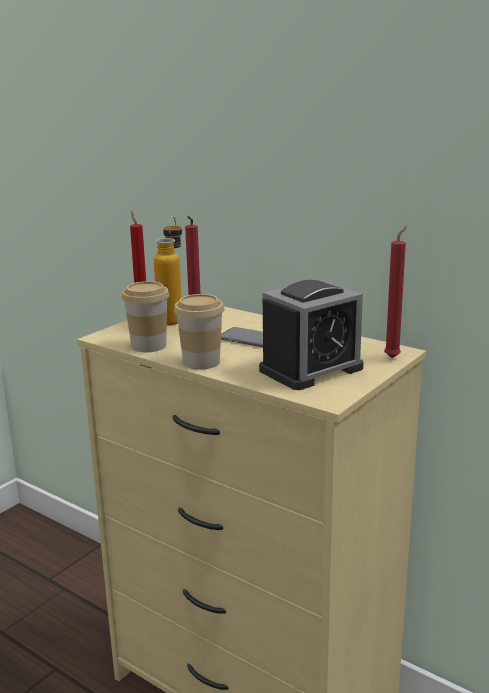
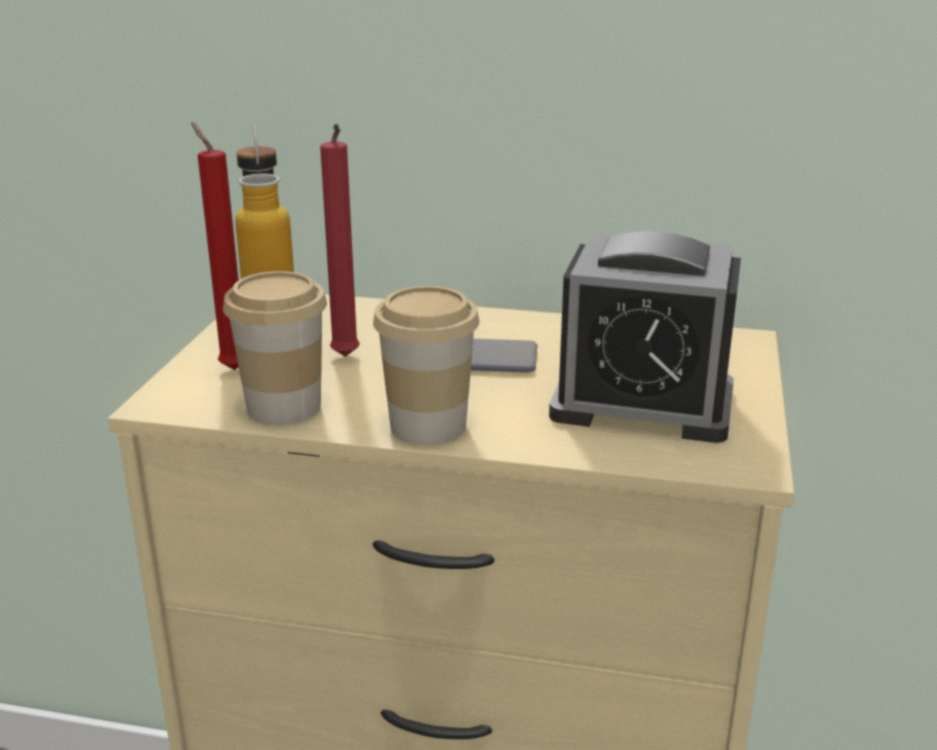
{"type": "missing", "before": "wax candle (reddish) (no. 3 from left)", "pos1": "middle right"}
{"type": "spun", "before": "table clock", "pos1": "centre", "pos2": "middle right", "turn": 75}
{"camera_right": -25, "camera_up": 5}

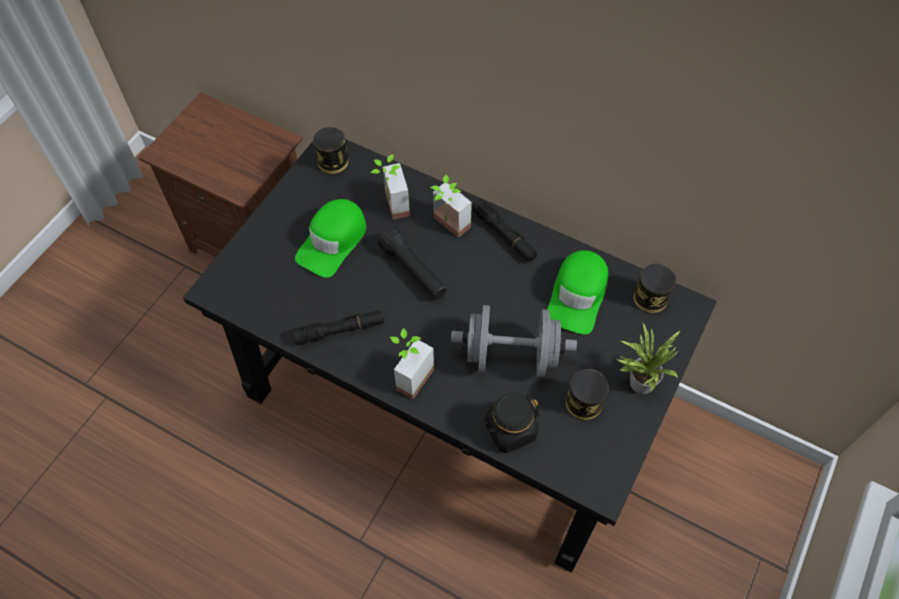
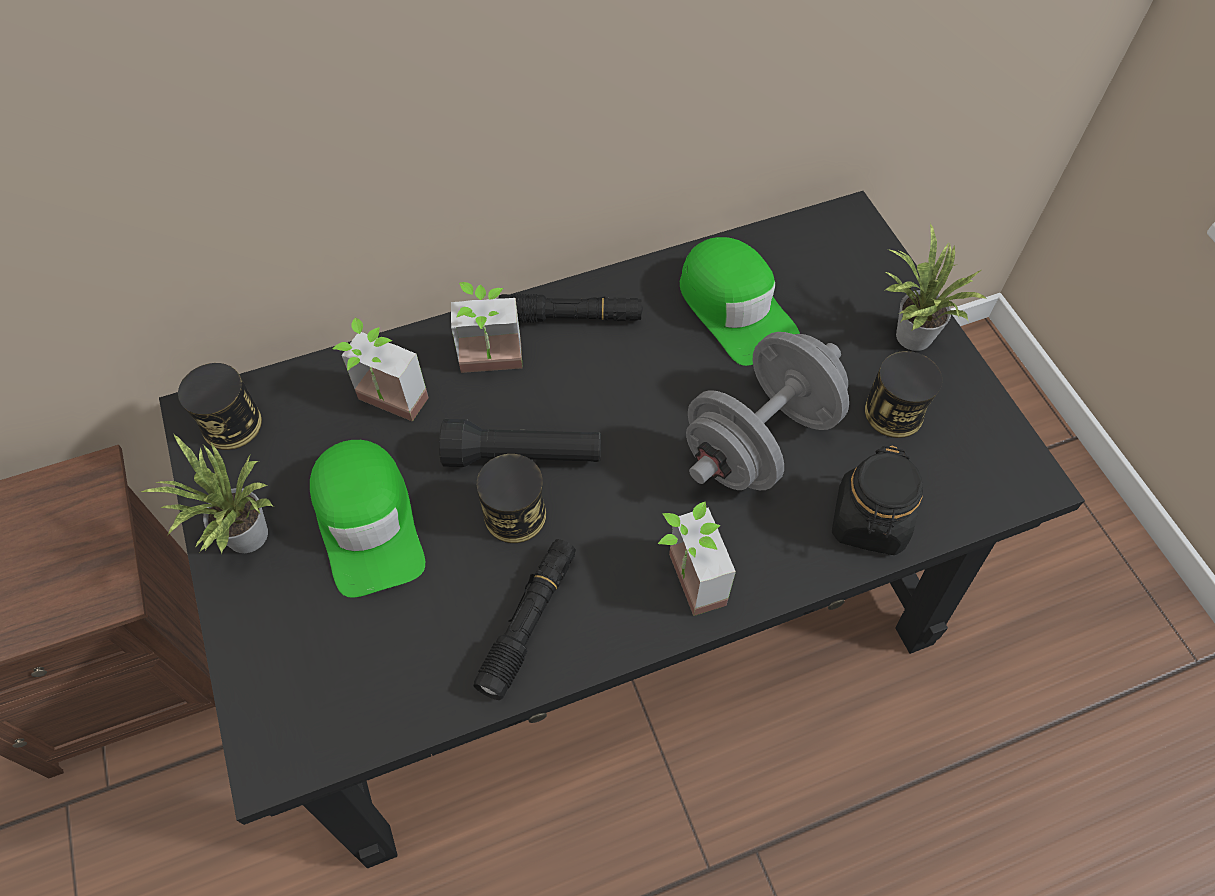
{"type": "appeared", "after": "houseplant (no. 1 from left)", "pos2": "middle left"}
{"type": "relocated", "before": "metal can (no. 3 from left in the first image)", "after": "metal can (no. 2 from left)", "pos1": "middle right", "pos2": "centre"}
{"camera_right": -50, "camera_up": 0}

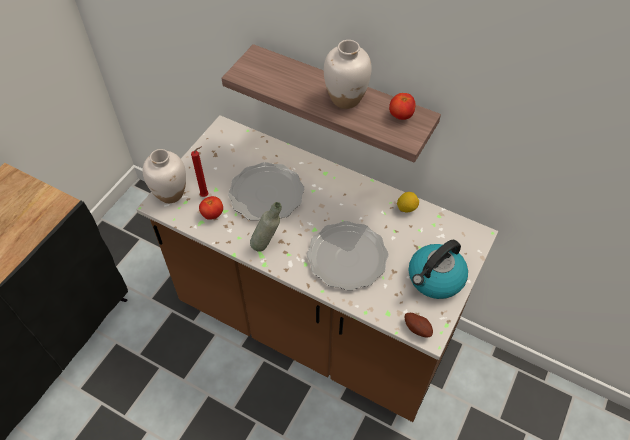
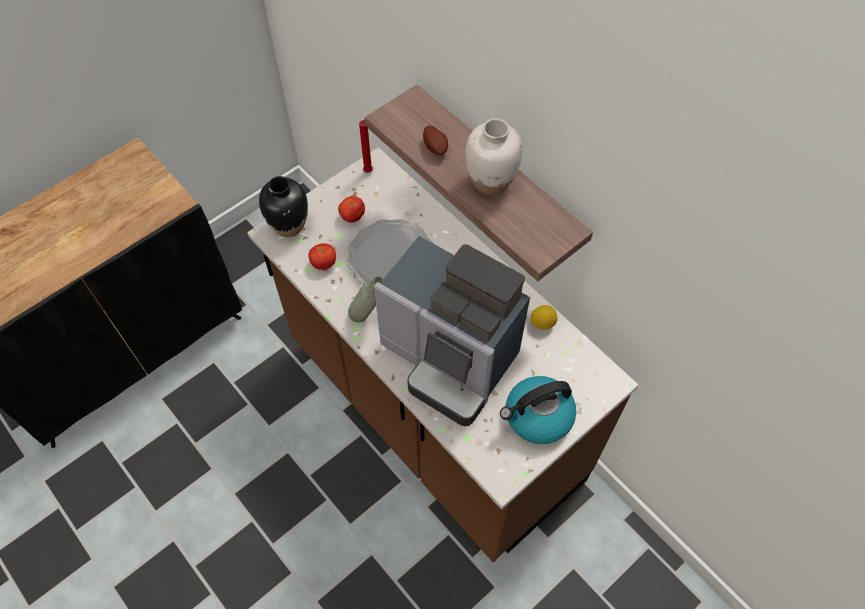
{"type": "relocated", "before": "wax candle (reddish)", "pos1": "middle left", "pos2": "top centre"}
{"type": "relocated", "before": "tomato (no. 2 from left)", "pos1": "top centre", "pos2": "centre"}
{"type": "relocated", "before": "potato", "pos1": "bottom centre", "pos2": "top centre"}
{"type": "exchanged", "before": "plate (no. 2 from left)", "after": "coffee brewer", "pos1": "centre", "pos2": "centre"}
{"type": "colour", "before": "decorative vase (white) (no. 1 from left)", "after": "decorative vase (black)", "pos1": "middle left", "pos2": "middle left"}
{"camera_right": 20, "camera_up": 5}

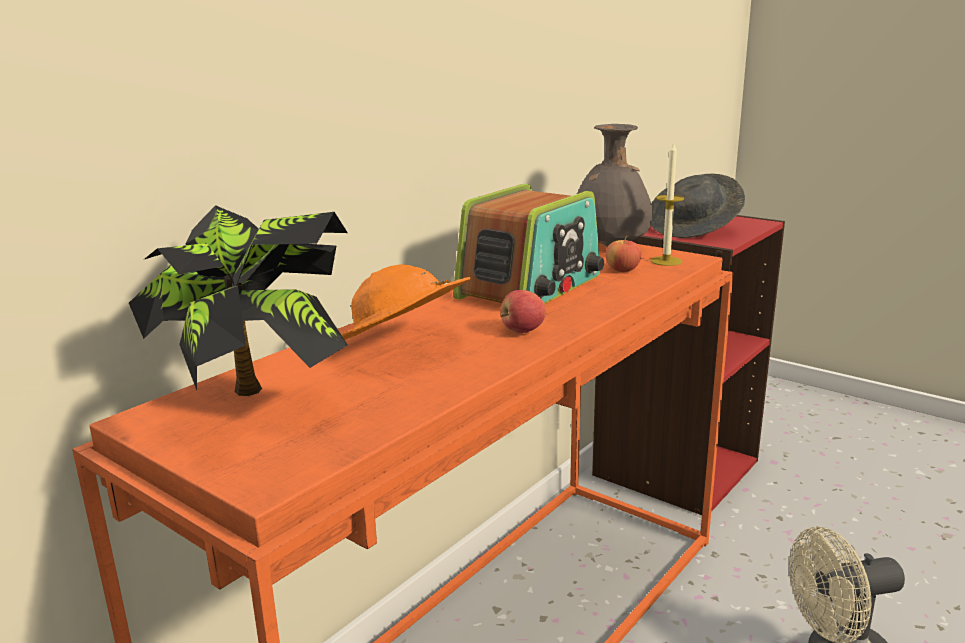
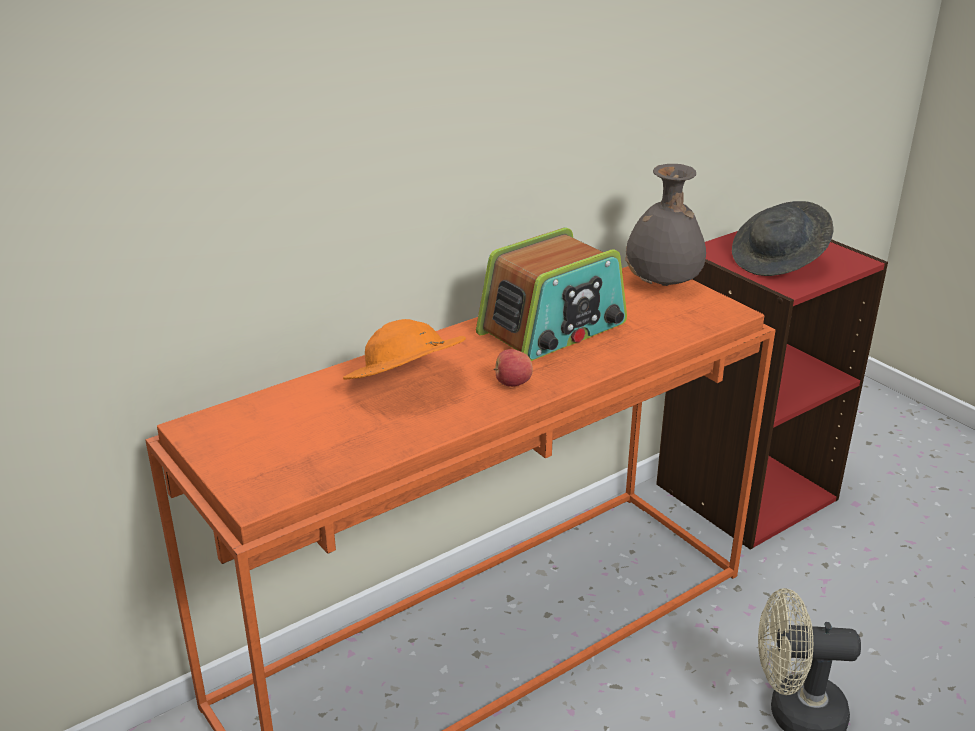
{"type": "missing", "before": "houseplant", "pos1": "middle left"}
{"type": "missing", "before": "apple fruit (no. 2 from left)", "pos1": "centre"}
{"type": "missing", "before": "wax candle", "pos1": "top right"}
{"camera_right": 15, "camera_up": 10}

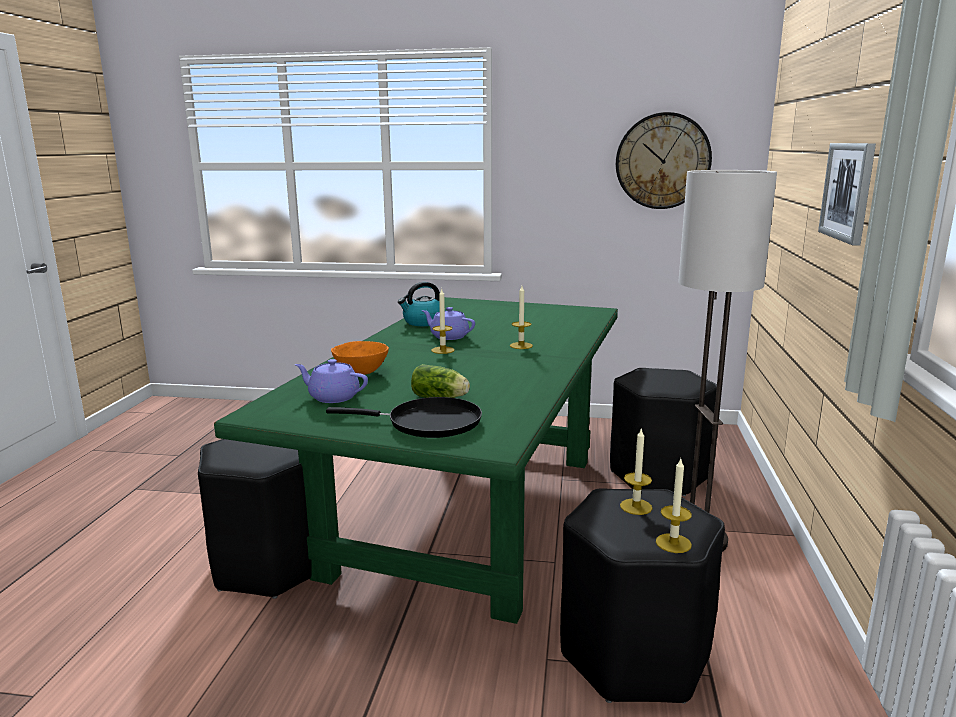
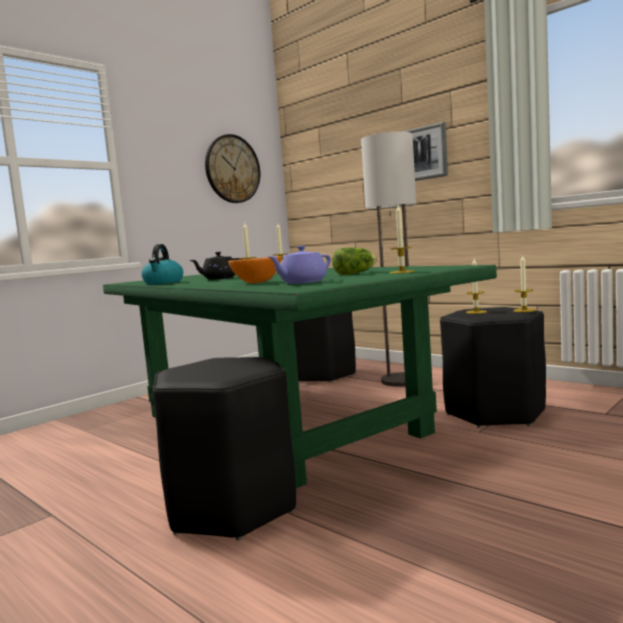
{"type": "exchanged", "before": "pan (black)", "after": "wax candle (no. 3 from left)", "pos1": "centre", "pos2": "centre"}
{"type": "colour", "before": "teapot (purplish) (no. 2 from left)", "after": "teapot (black)", "pos1": "centre", "pos2": "centre"}
{"camera_right": -55, "camera_up": -10}

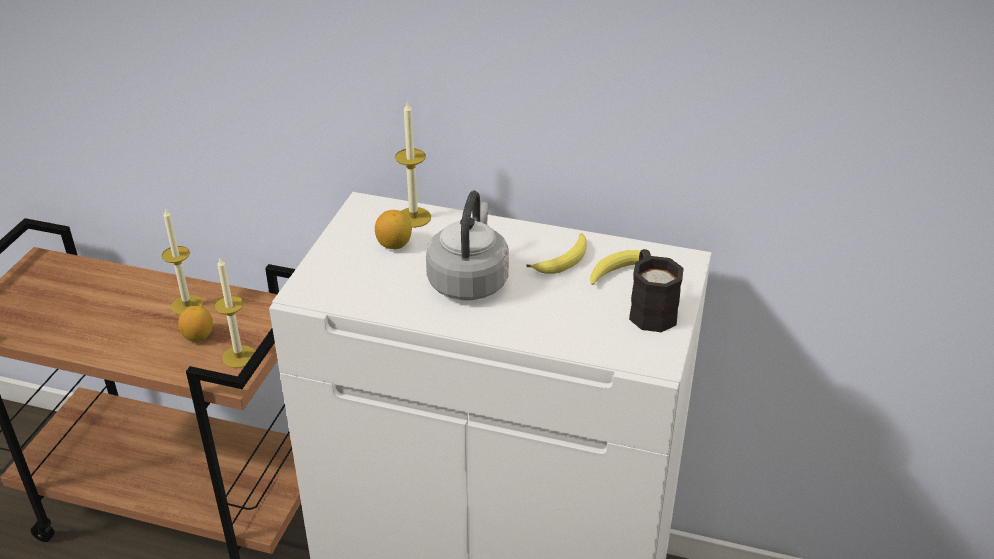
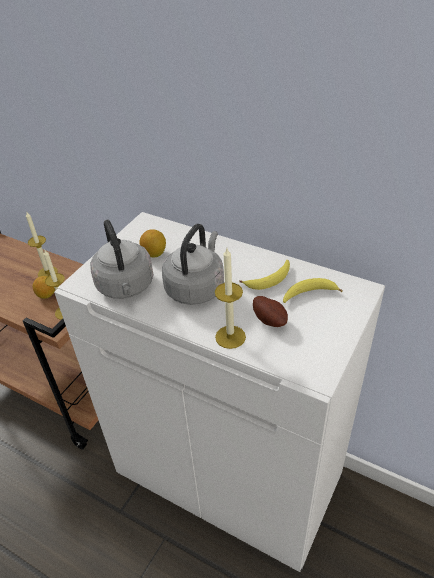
{"type": "missing", "before": "coffee mug (black)", "pos1": "centre"}
{"type": "appeared", "after": "tea kettle (grey) (no. 1 from left)", "pos2": "middle left"}
{"type": "appeared", "after": "potato", "pos2": "centre"}
{"type": "relocated", "before": "wax candle (no. 3 from left)", "pos1": "top centre", "pos2": "centre"}
{"camera_right": 15, "camera_up": 5}

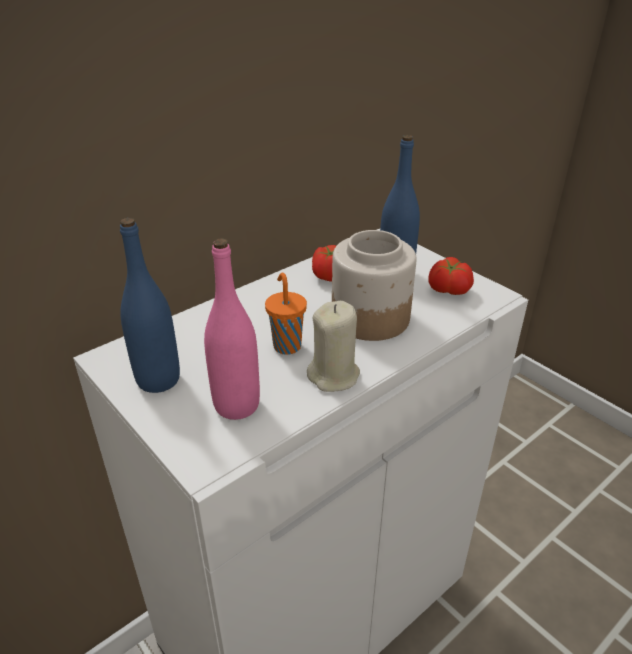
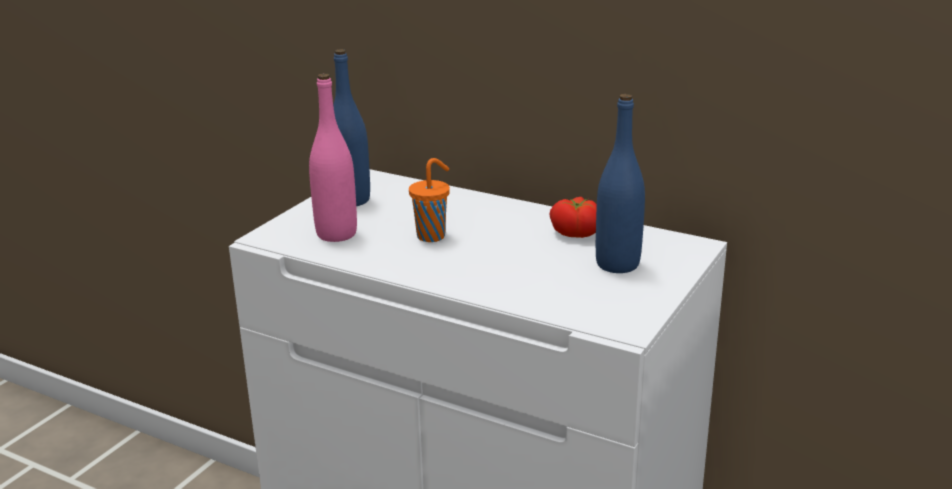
{"type": "missing", "before": "wax candle (beige-coloured)", "pos1": "centre"}
{"type": "missing", "before": "preserve jar", "pos1": "centre"}
{"type": "missing", "before": "tomato (no. 2 from left)", "pos1": "middle right"}
{"camera_right": 70, "camera_up": -10}

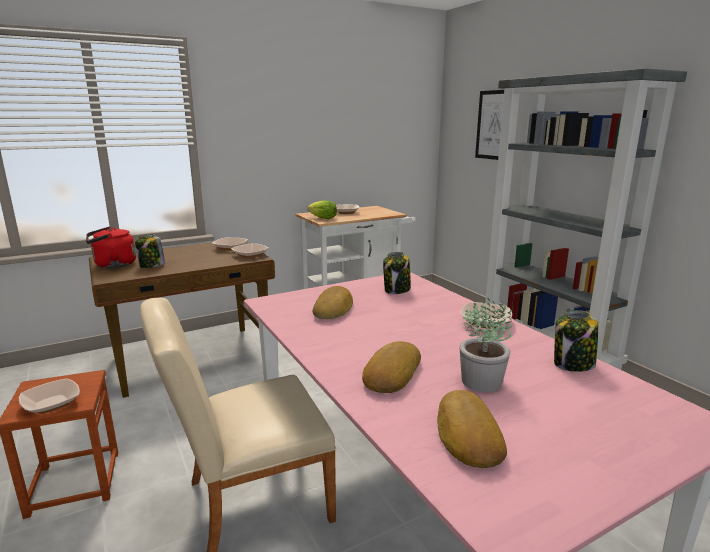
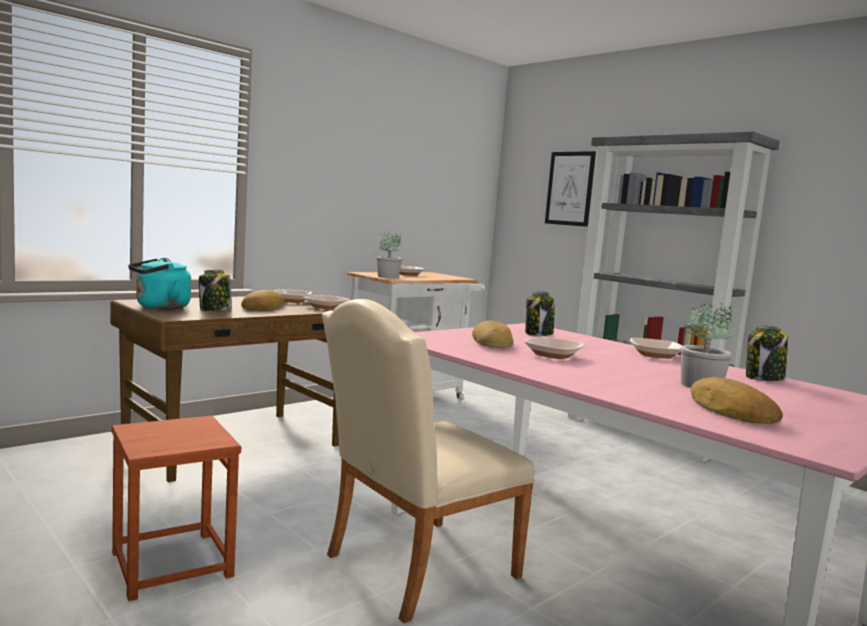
{"type": "relocated", "before": "bowl (no. 1 from left in the first image)", "after": "bowl (no. 4 from left)", "pos1": "bottom left", "pos2": "centre"}
{"type": "relocated", "before": "bakery bread (no. 2 from left in the first image)", "after": "bakery bread (no. 1 from left)", "pos1": "centre", "pos2": "middle left"}
{"type": "exchanged", "before": "head of lettuce", "after": "houseplant (no. 1 from left)", "pos1": "centre", "pos2": "centre"}
{"type": "colour", "before": "tea kettle (reddish)", "after": "tea kettle (turquoise)", "pos1": "middle left", "pos2": "middle left"}
{"camera_right": -15, "camera_up": -10}

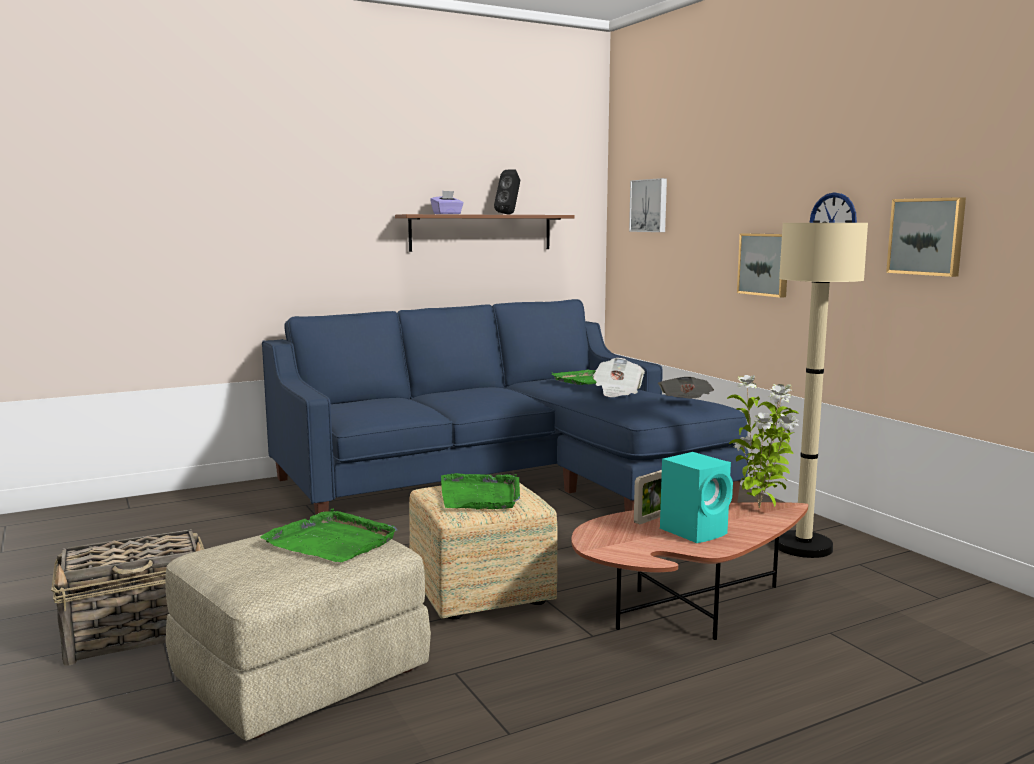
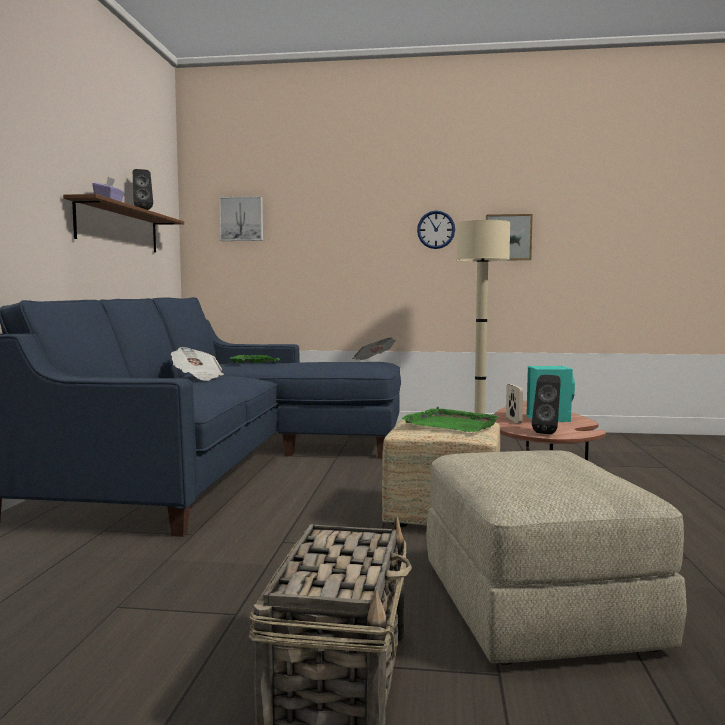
{"type": "missing", "before": "carrying tray (greenish) (no. 1 from left)", "pos1": "bottom left"}
{"type": "missing", "before": "houseplant", "pos1": "middle right"}
{"type": "missing", "before": "picture (no. 2 from left)", "pos1": "middle right"}
{"type": "appeared", "after": "speaker (black) (no. 2 from left)", "pos2": "middle right"}
{"type": "relocated", "before": "printed paper (no. 1 from left)", "pos1": "centre", "pos2": "middle left"}
{"camera_right": -55, "camera_up": -5}

